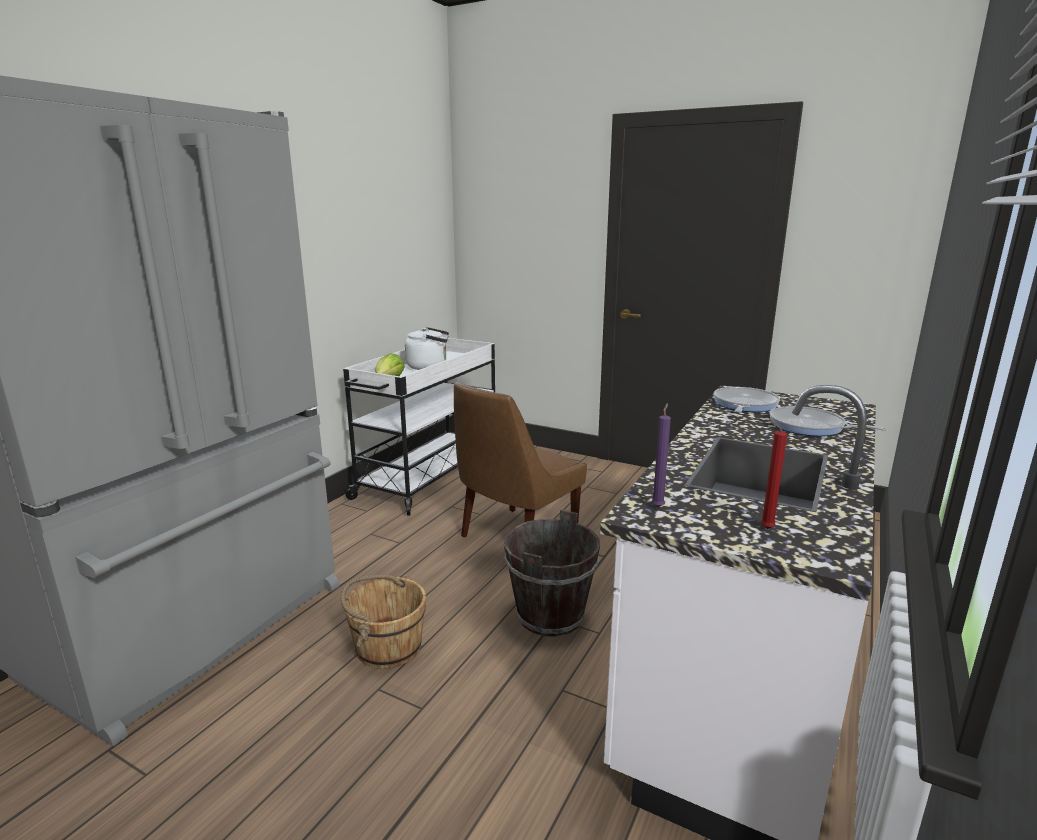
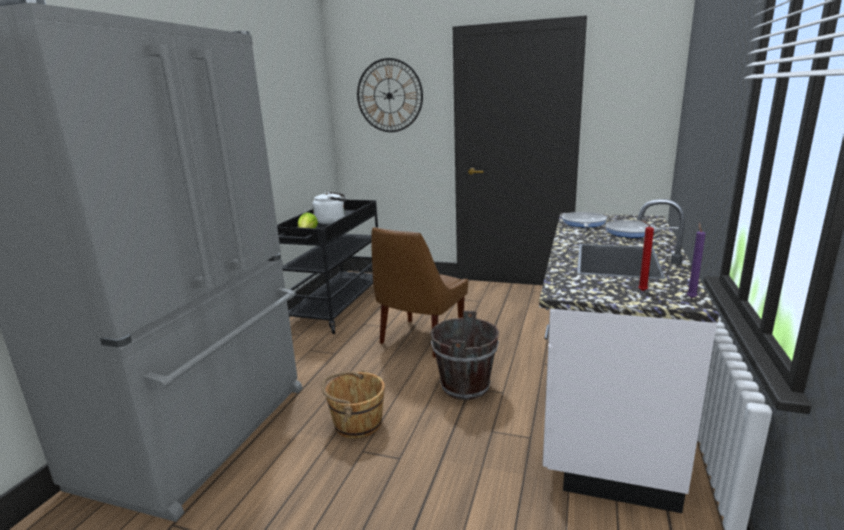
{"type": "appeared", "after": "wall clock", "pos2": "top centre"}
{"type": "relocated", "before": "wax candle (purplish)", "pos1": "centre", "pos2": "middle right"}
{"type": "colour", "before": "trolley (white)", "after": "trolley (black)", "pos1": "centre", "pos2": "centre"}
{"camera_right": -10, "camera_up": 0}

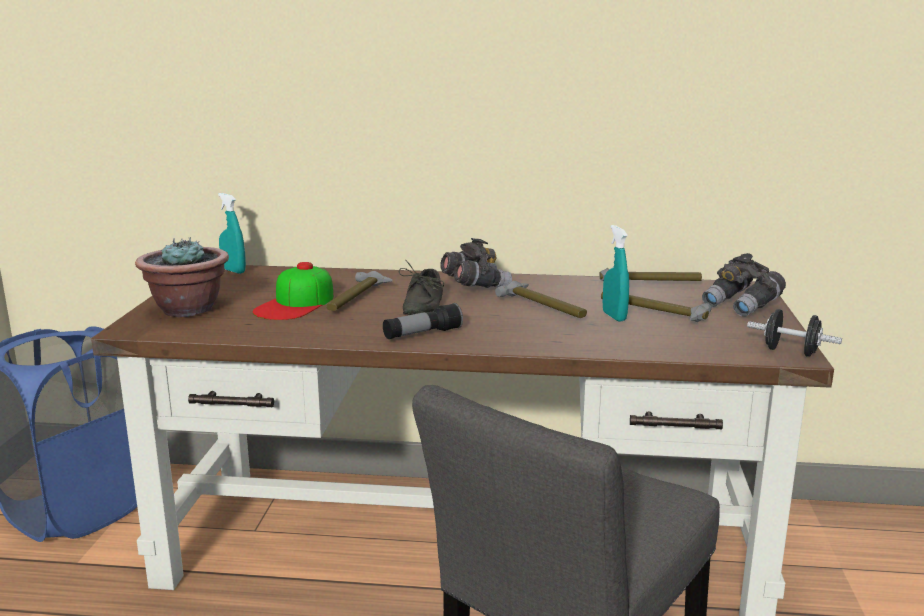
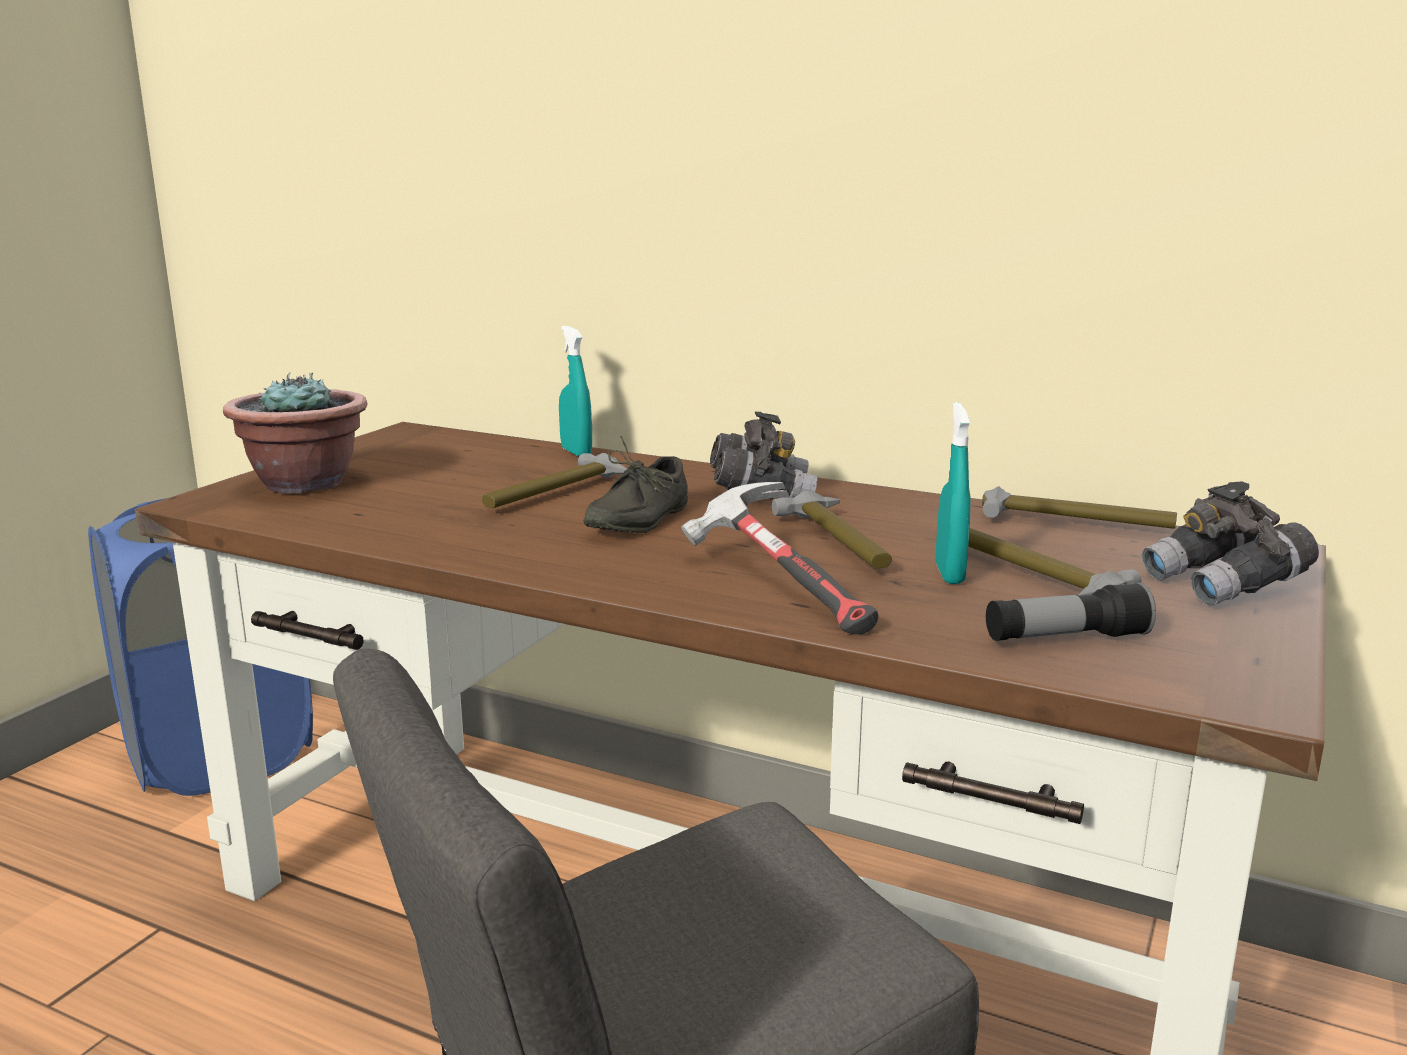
{"type": "missing", "before": "cap", "pos1": "middle left"}
{"type": "missing", "before": "hand weight (black)", "pos1": "middle right"}
{"type": "appeared", "after": "hammer (no. 2 from left)", "pos2": "centre"}
{"type": "relocated", "before": "sprayer (turquoise) (no. 1 from left)", "pos1": "middle left", "pos2": "centre"}
{"type": "relocated", "before": "torch", "pos1": "centre", "pos2": "middle right"}
{"camera_right": 20, "camera_up": 0}

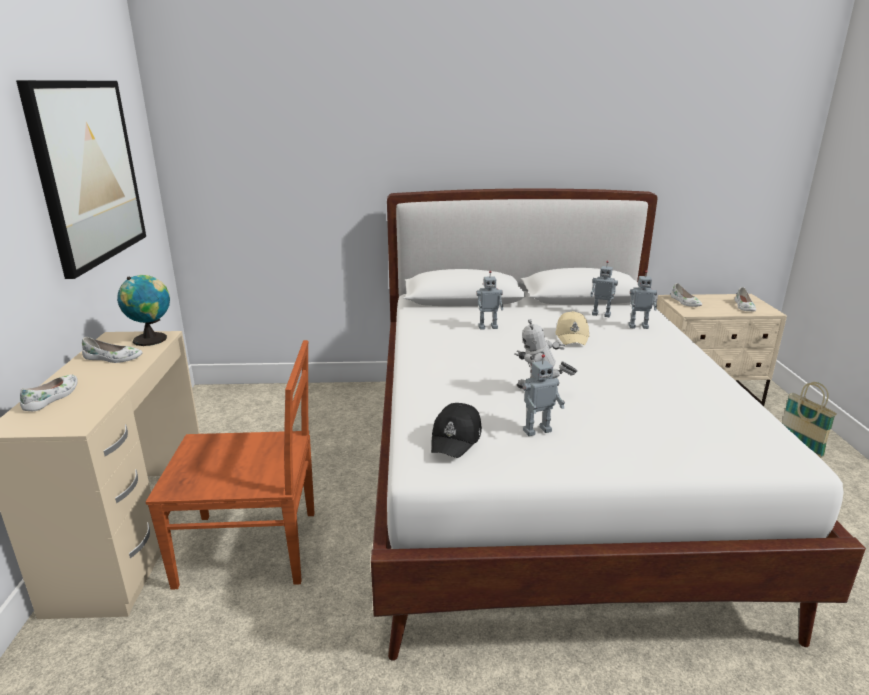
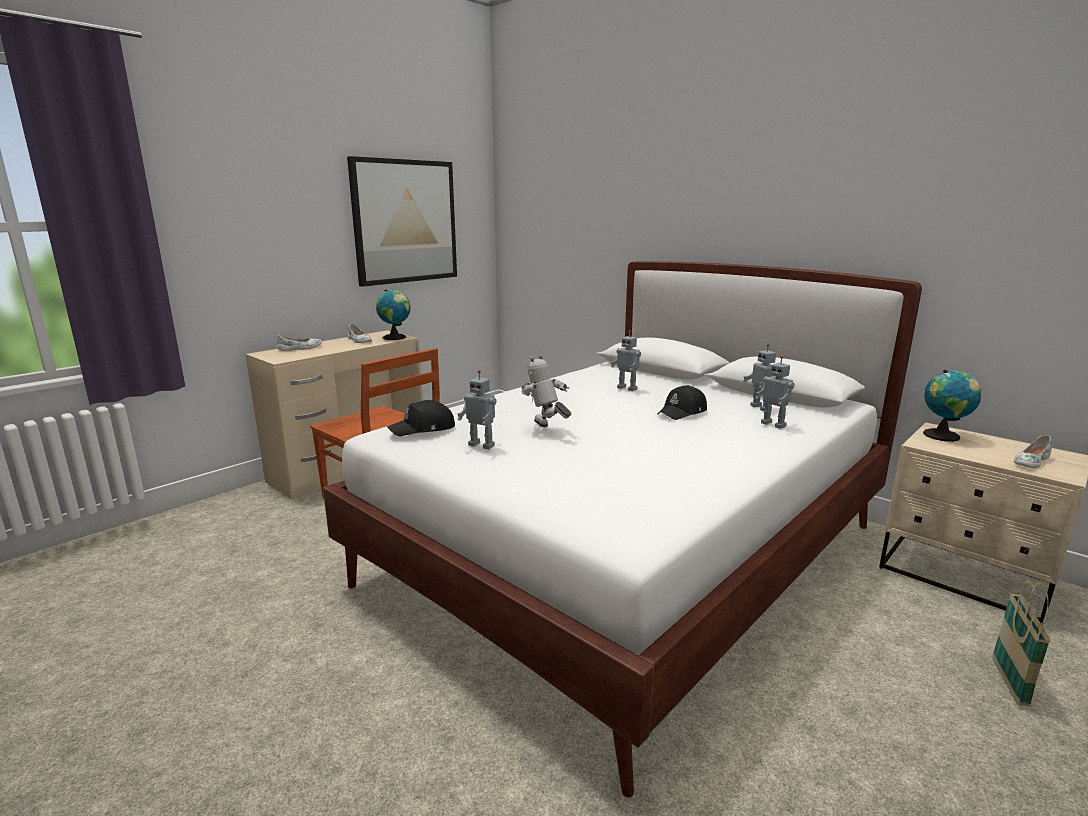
{"type": "exchanged", "before": "shoe (white) (no. 3 from left)", "after": "desk globe (no. 2 from left)", "pos1": "middle right", "pos2": "middle right"}
{"type": "colour", "before": "cap (beige-coloured)", "after": "cap (black) (no. 2 from left)", "pos1": "centre", "pos2": "centre"}
{"camera_right": 45, "camera_up": -5}

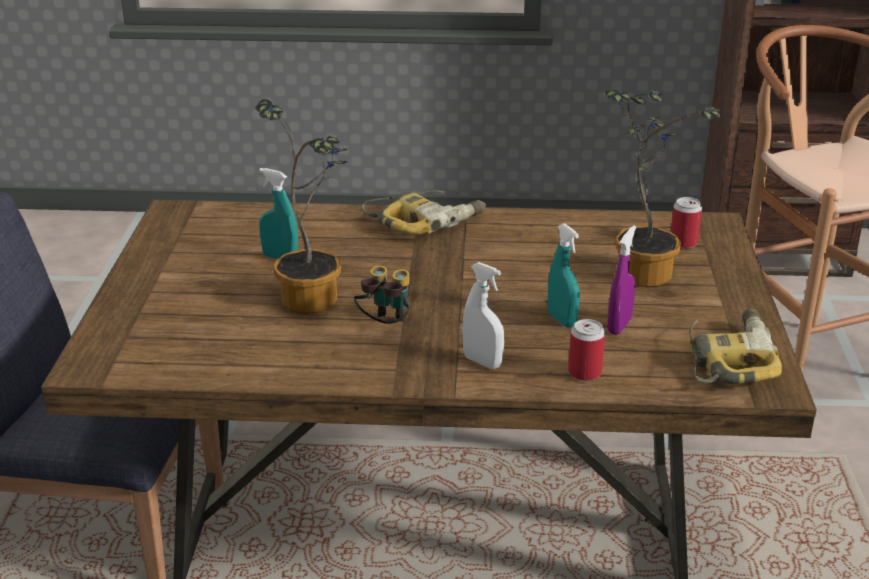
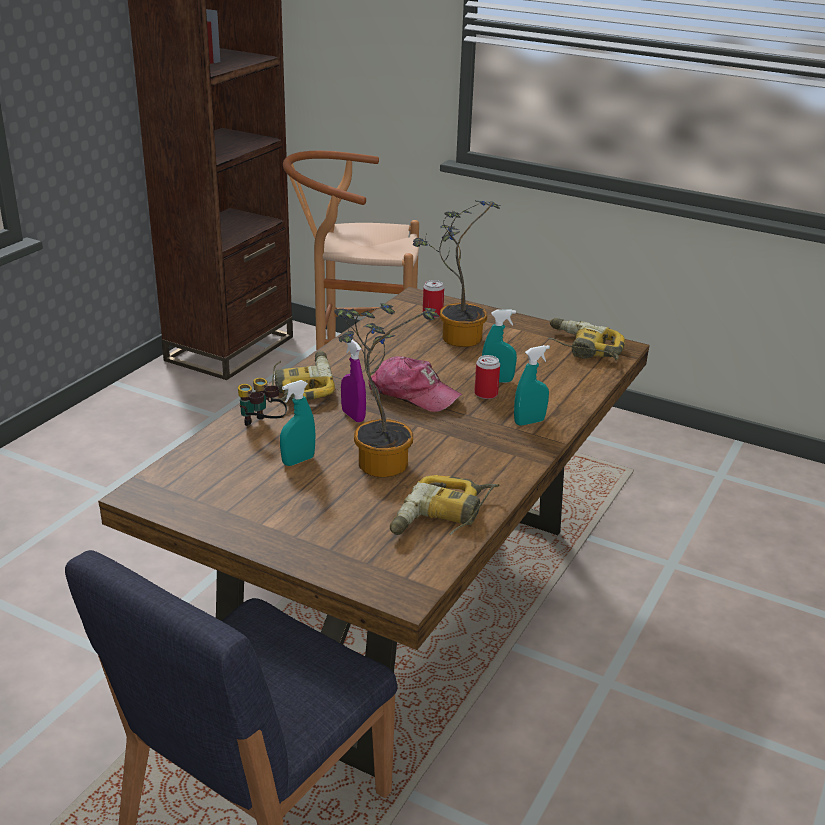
{"type": "appeared", "after": "cap", "pos2": "centre"}
{"type": "appeared", "after": "electric drill (no. 2 from left)", "pos2": "centre"}
{"type": "relocated", "before": "field glasses", "pos1": "centre", "pos2": "middle left"}
{"type": "relocated", "before": "metal can (no. 1 from left in the first image)", "after": "metal can (no. 2 from left)", "pos1": "middle right", "pos2": "centre"}
{"type": "relocated", "before": "sprayer (purplish)", "pos1": "middle right", "pos2": "centre"}
{"type": "colour", "before": "sprayer (white)", "after": "sprayer (turquoise) (no. 3 from left)", "pos1": "centre", "pos2": "centre"}
{"camera_right": -65, "camera_up": 0}

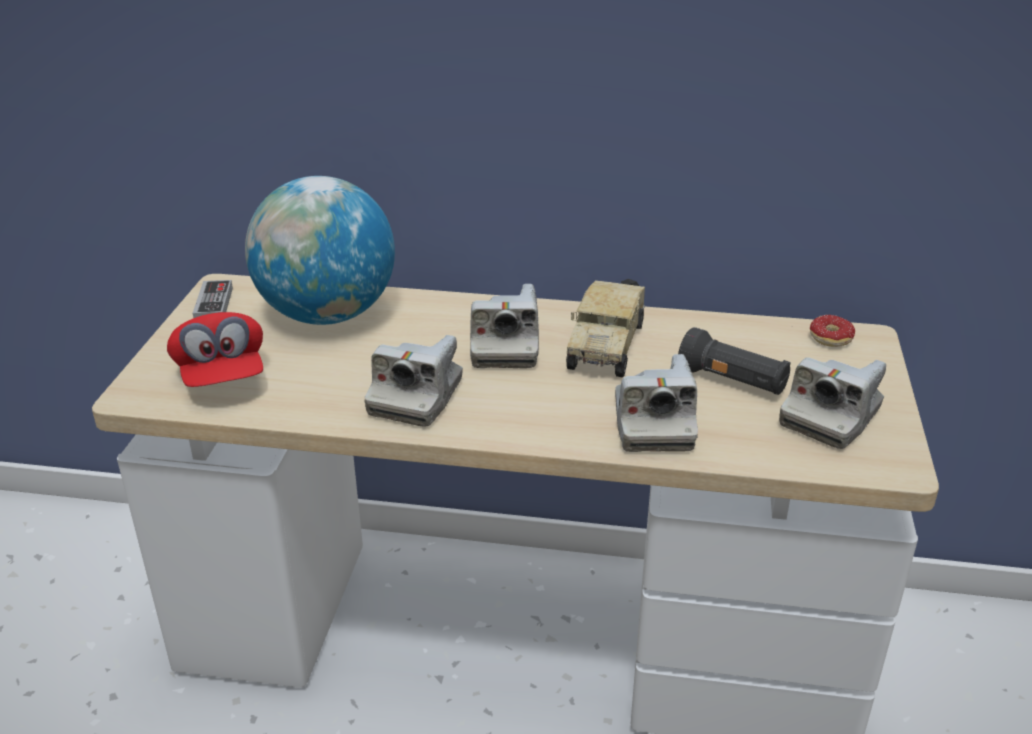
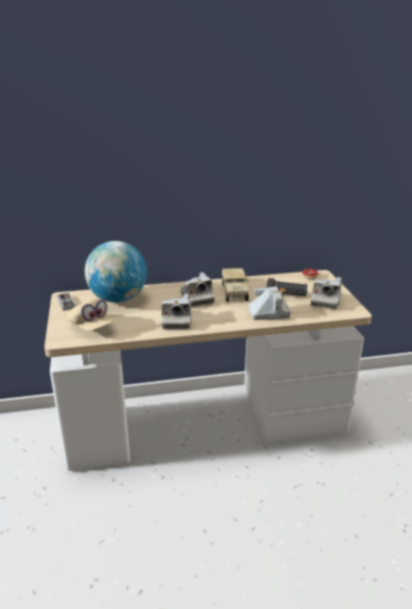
{"type": "colour", "before": "cap (reddish)", "after": "cap (beige-coloured)", "pos1": "middle left", "pos2": "middle left"}
{"type": "spun", "before": "still camera (no. 3 from left)", "pos1": "centre", "pos2": "centre", "turn": -75}
{"camera_right": -20, "camera_up": -5}

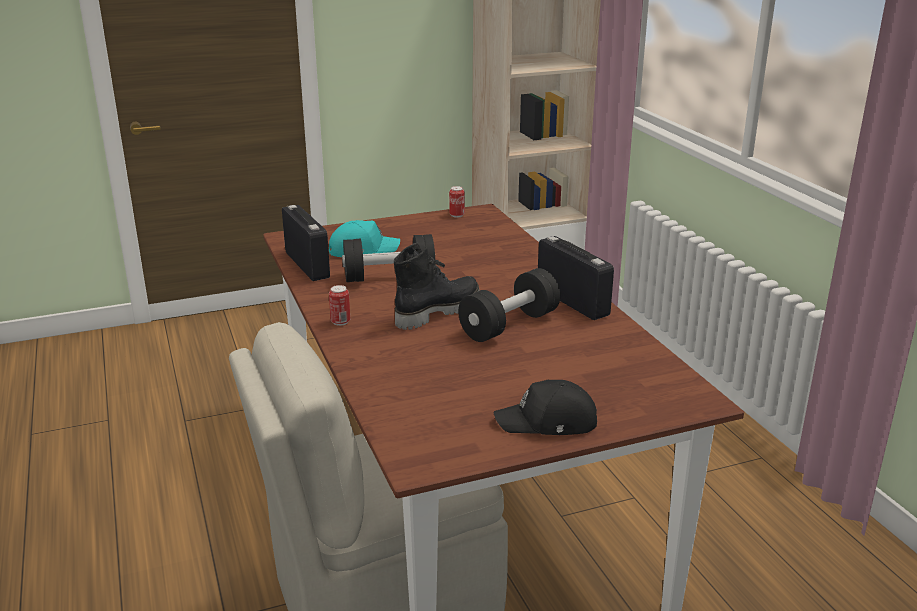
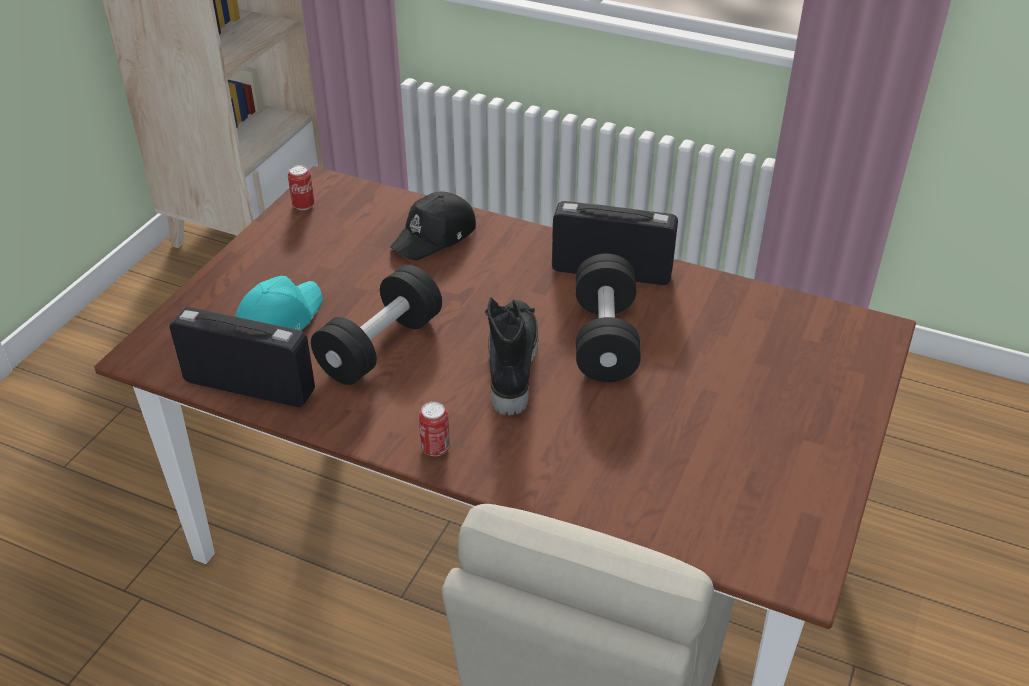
{"type": "relocated", "before": "cap (black)", "pos1": "centre", "pos2": "top centre"}
{"camera_right": -45, "camera_up": 15}

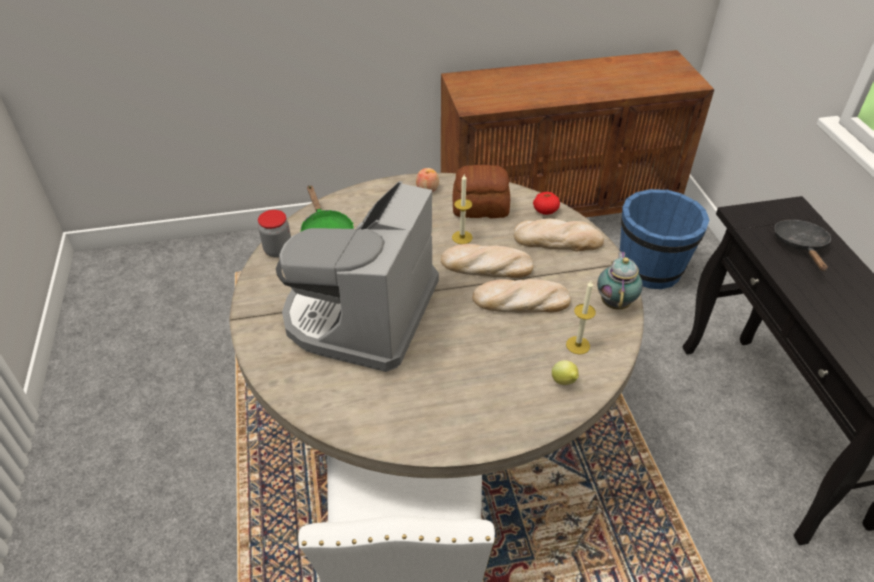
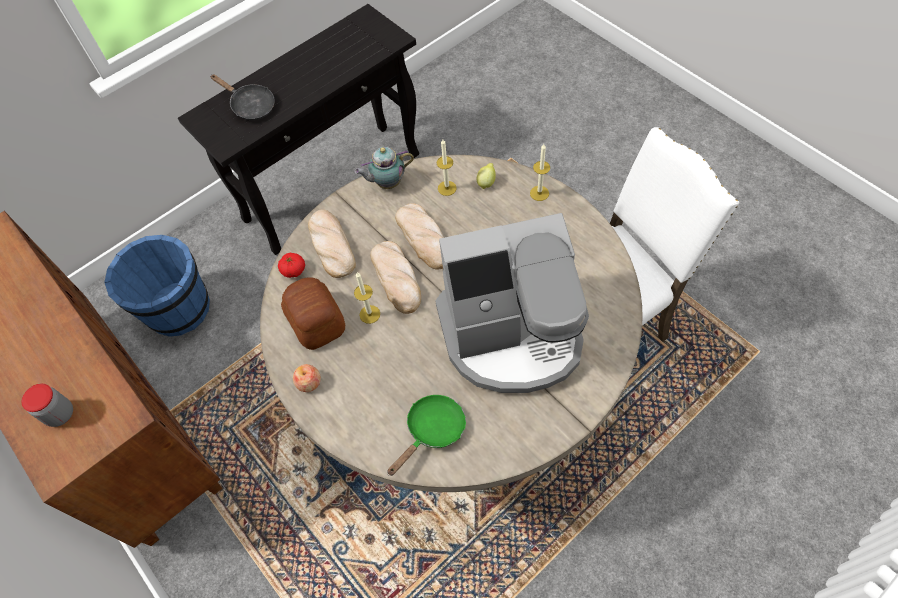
{"type": "appeared", "after": "wax candle (no. 3 from left)", "pos2": "top centre"}
{"type": "relocated", "before": "preserve jar", "pos1": "middle left", "pos2": "bottom left"}
{"type": "spun", "before": "pan (black)", "pos1": "middle right", "pos2": "top left", "turn": -120}
{"camera_right": -115, "camera_up": 15}

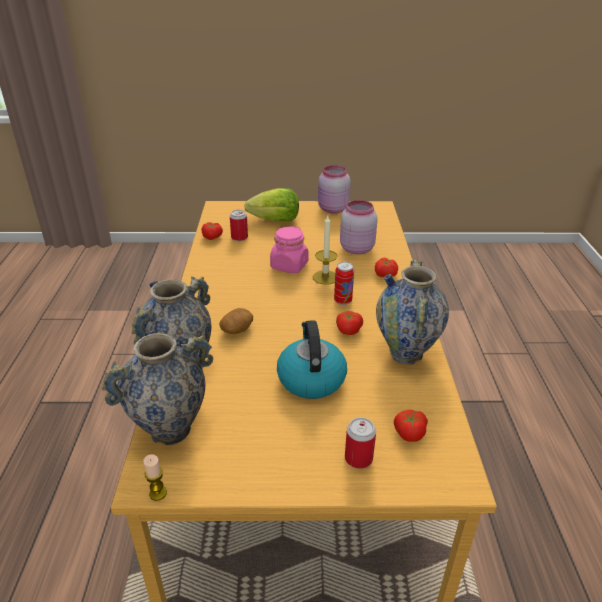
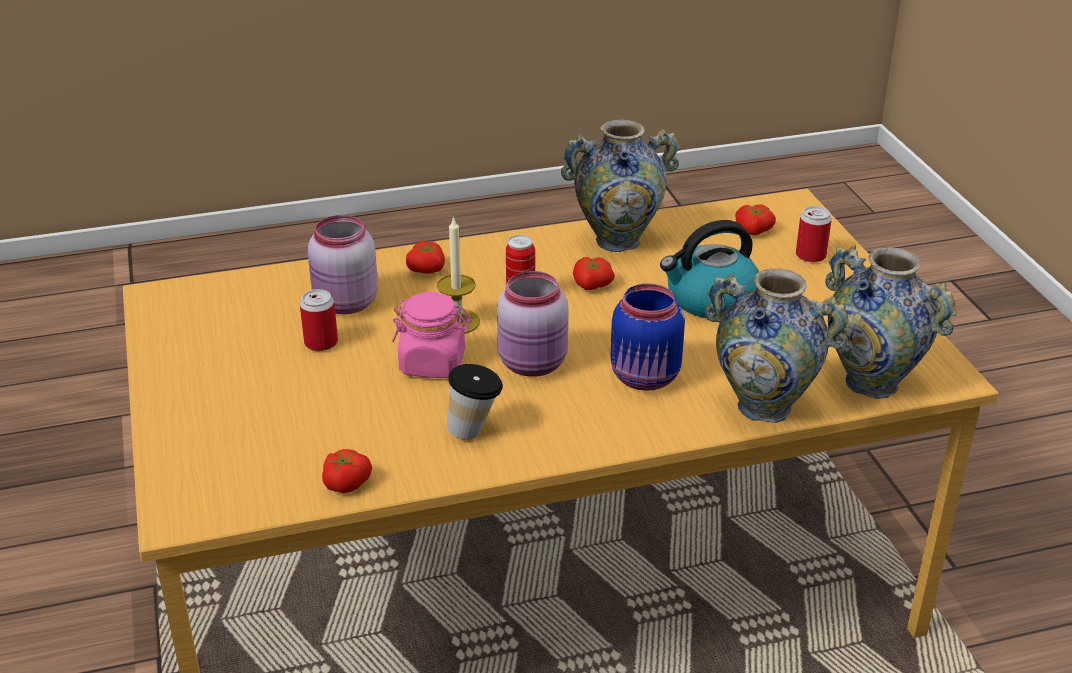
{"type": "missing", "before": "wax candle (no. 1 from left)", "pos1": "bottom left"}
{"type": "missing", "before": "head of lettuce", "pos1": "centre"}
{"type": "appeared", "after": "drinking cup", "pos2": "centre"}
{"type": "relocated", "before": "metal can (no. 1 from left)", "pos1": "centre", "pos2": "middle left"}
{"type": "relocated", "before": "preserve jar (pink) (no. 2 from left in the first image)", "after": "preserve jar (pink) (no. 3 from left)", "pos1": "top centre", "pos2": "centre"}
{"type": "exchanged", "before": "potato", "after": "preserve jar (blue-coloured)", "pos1": "centre", "pos2": "centre"}
{"camera_right": -105, "camera_up": 0}

